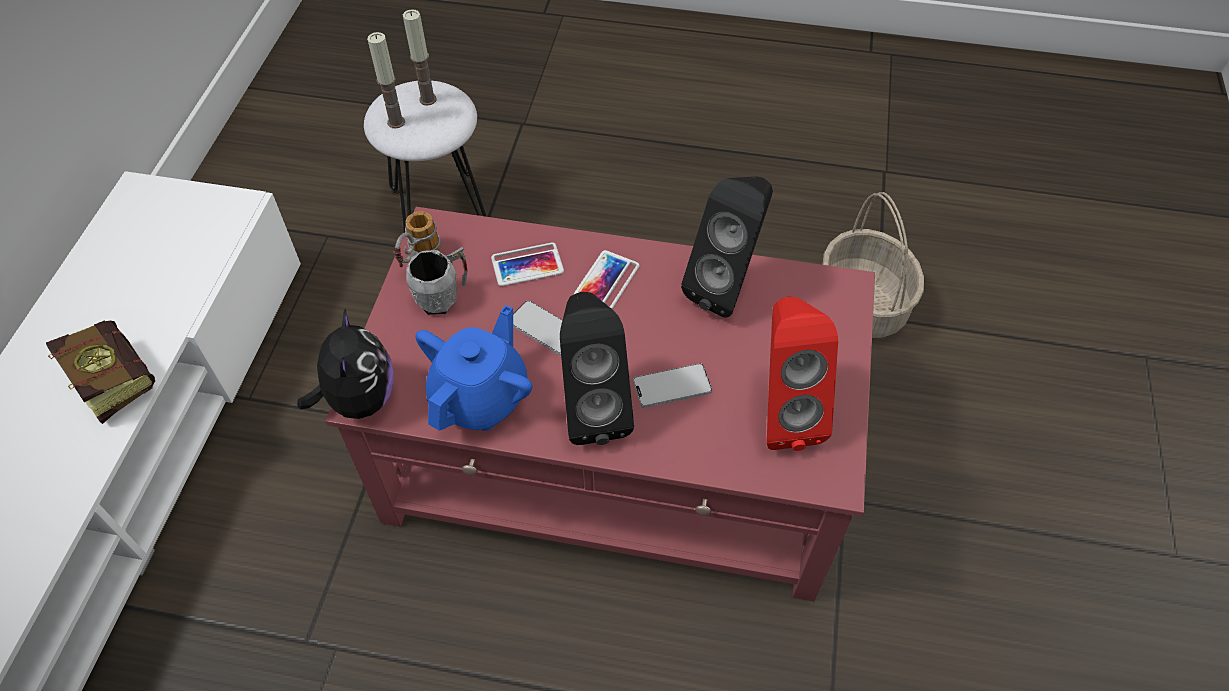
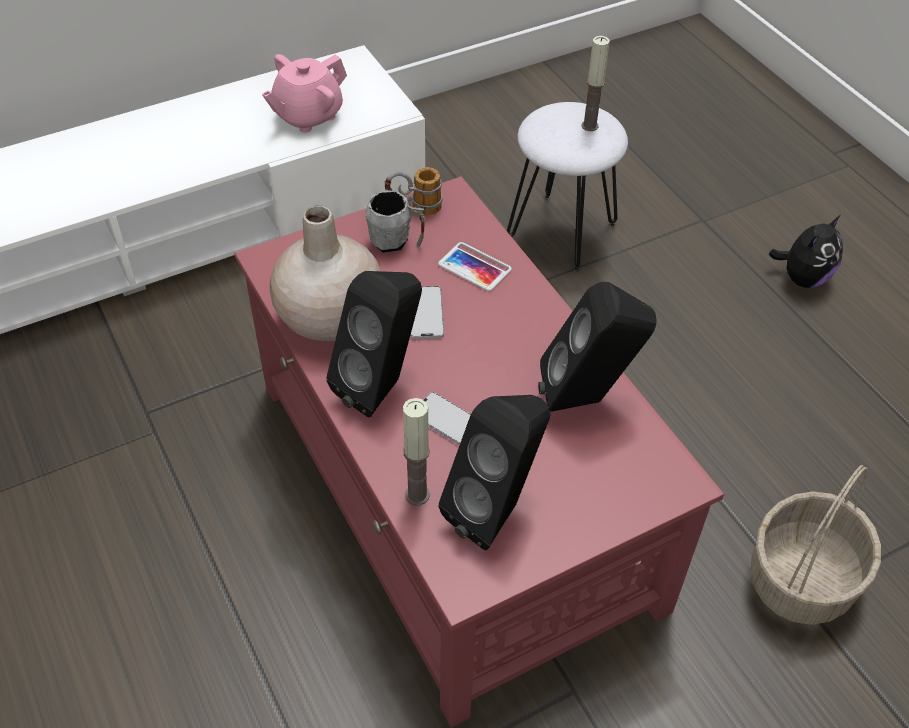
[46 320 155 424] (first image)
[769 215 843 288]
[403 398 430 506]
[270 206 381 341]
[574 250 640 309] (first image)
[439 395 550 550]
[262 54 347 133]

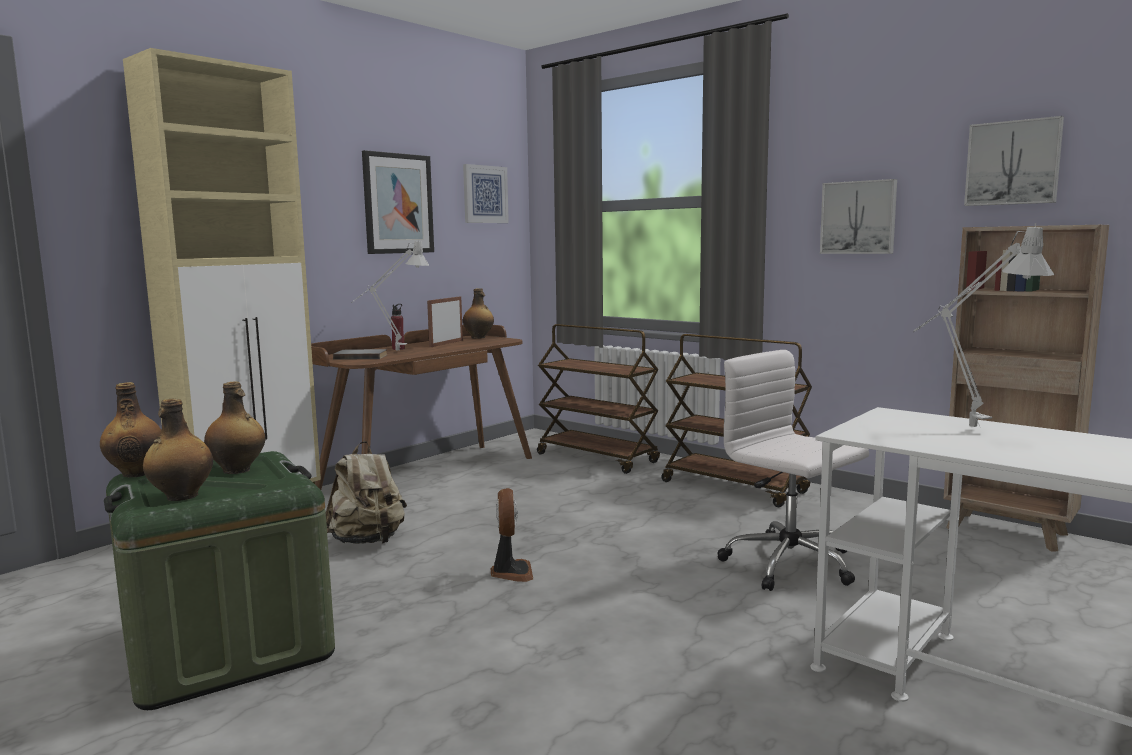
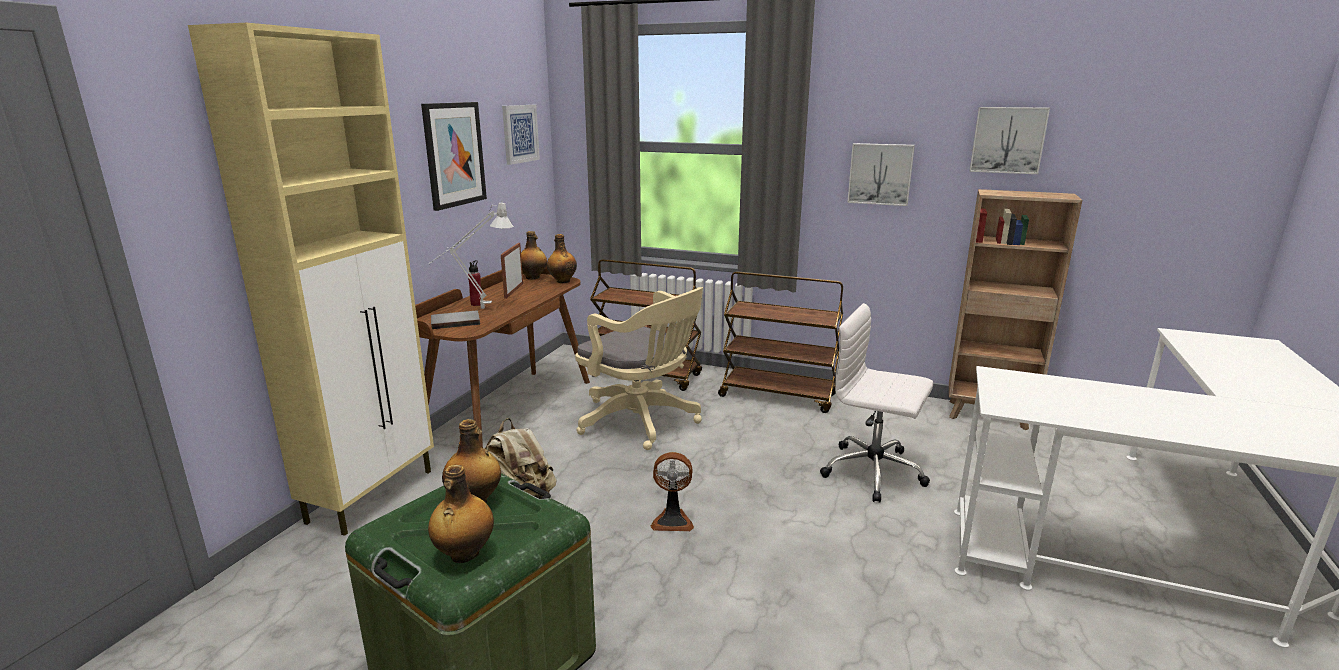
[547 234 577 283]
[651 452 694 531]
[914 223 1054 427] (first image)
[575 287 703 450]

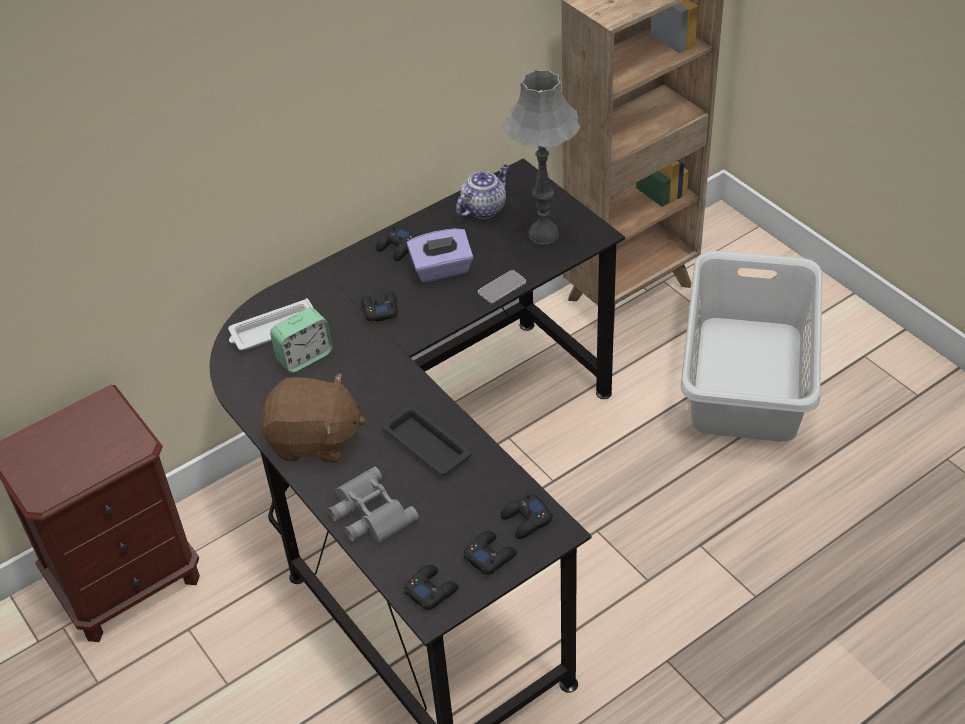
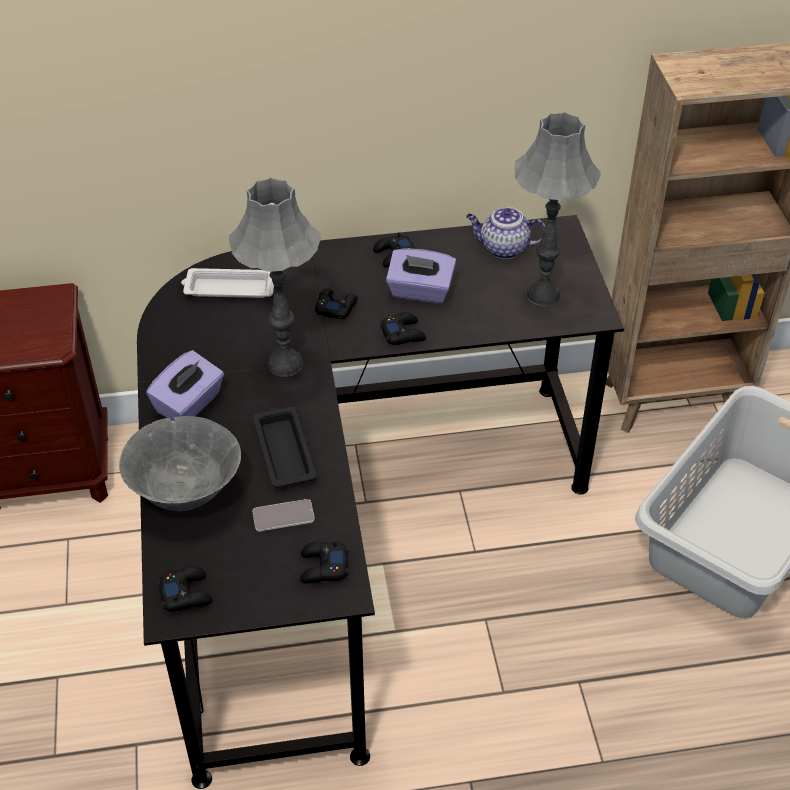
[146 350 224 421]
[270 308 333 373] (first image)
[119 416 241 511]
[466 207 545 259]
[380 312 426 345]
[252 499 315 532]
[229 177 321 377]

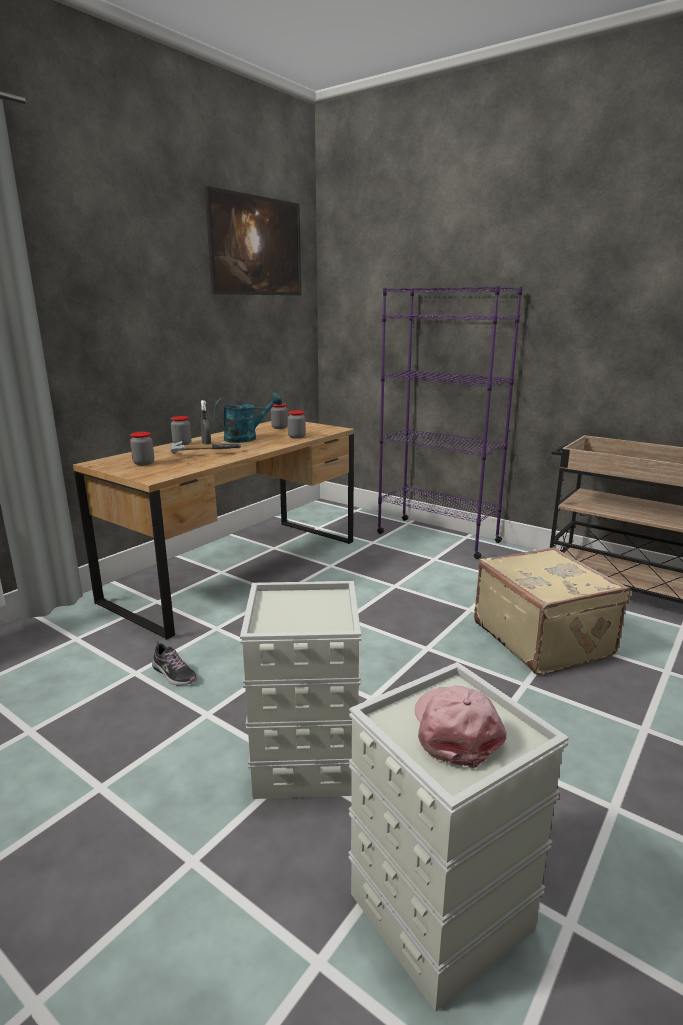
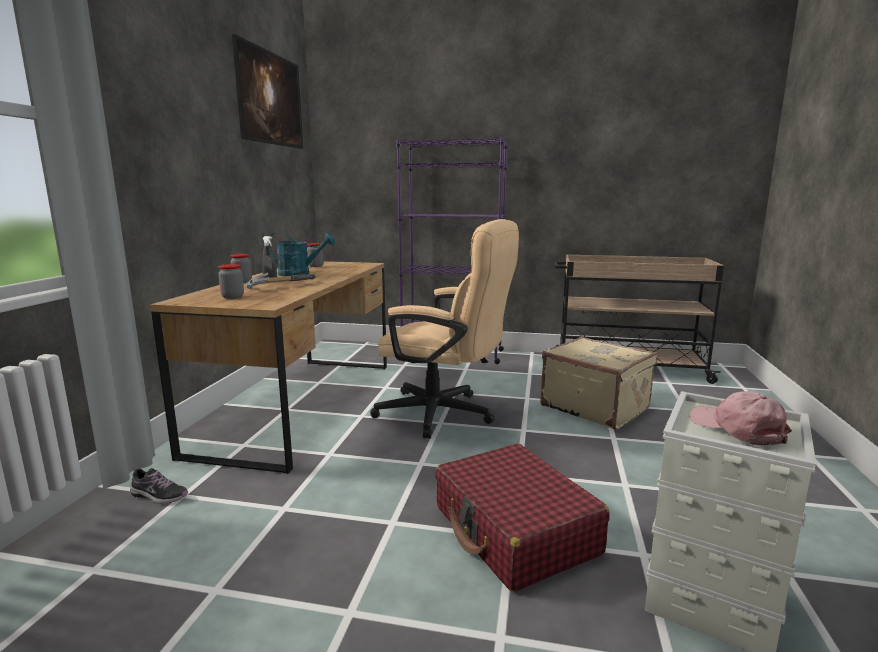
[130 467 188 504]
[269 232 335 277]
[435 444 610 592]
[288 411 306 439] (first image)
[370 219 519 439]

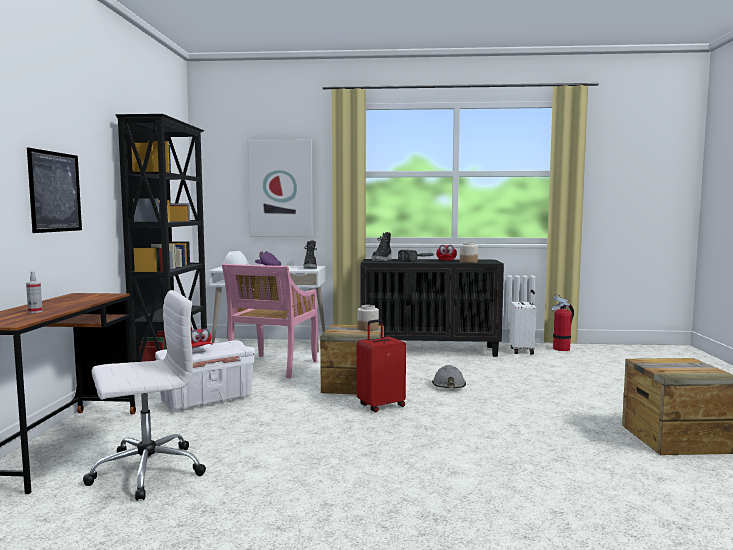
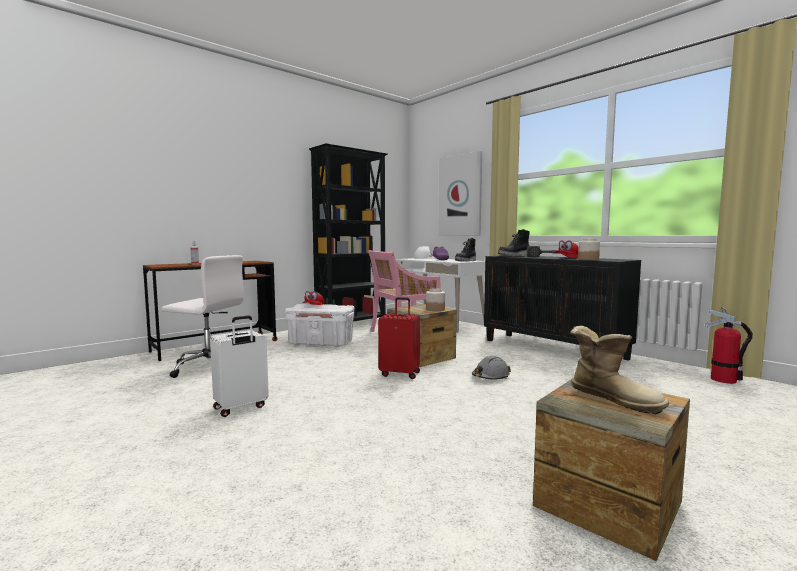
[27 148 82 233] (first image)
[210 315 269 417]
[570 326 669 414]

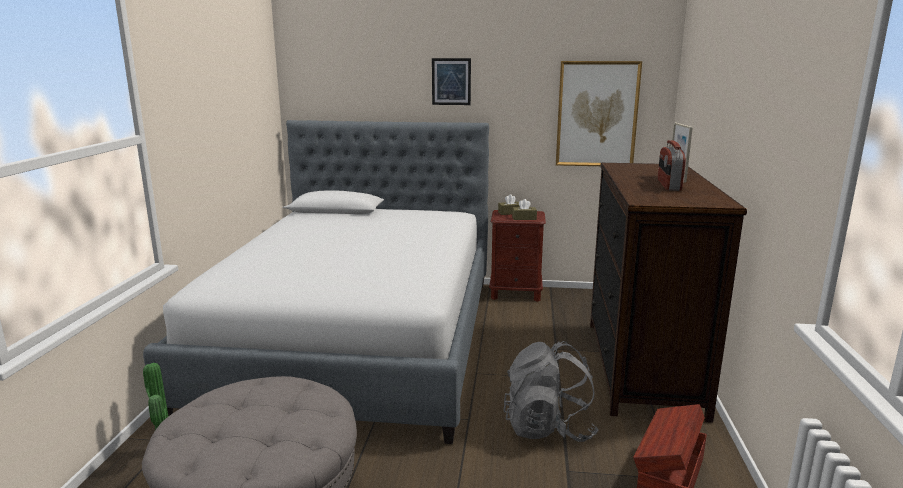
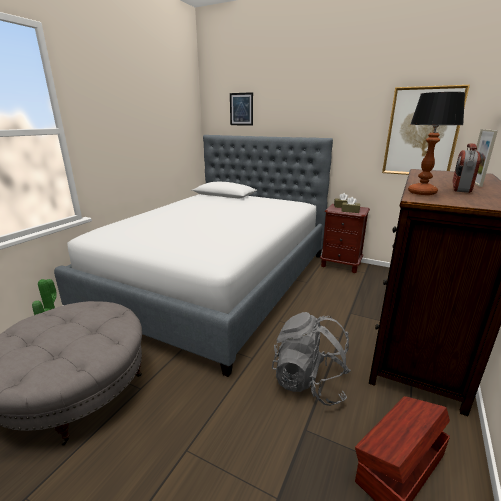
[230 92 253 126]
[408 92 466 195]

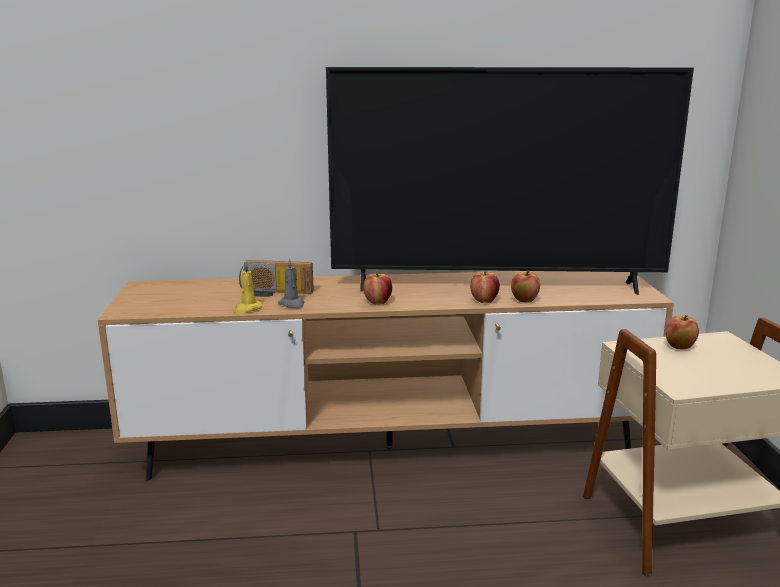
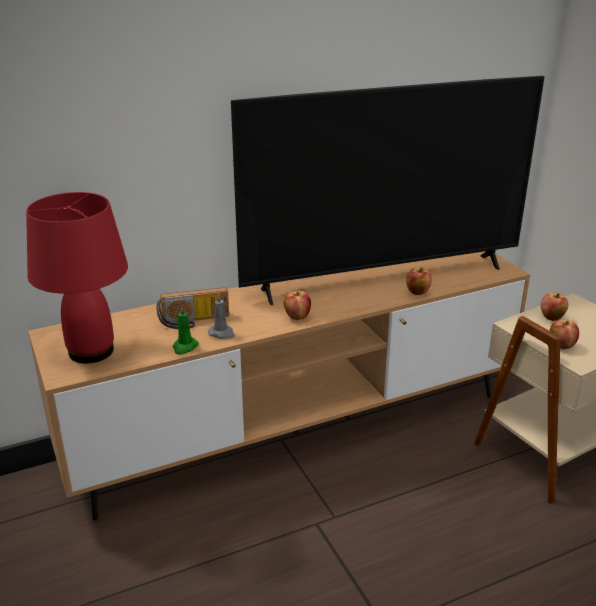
[173 306 199 355]
[549 320 579 350]
[26 192 128 363]

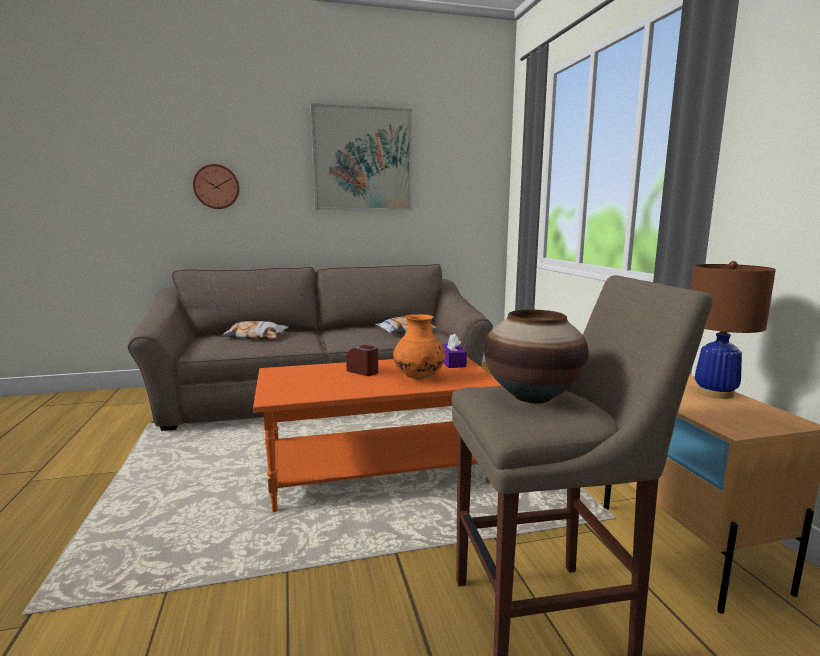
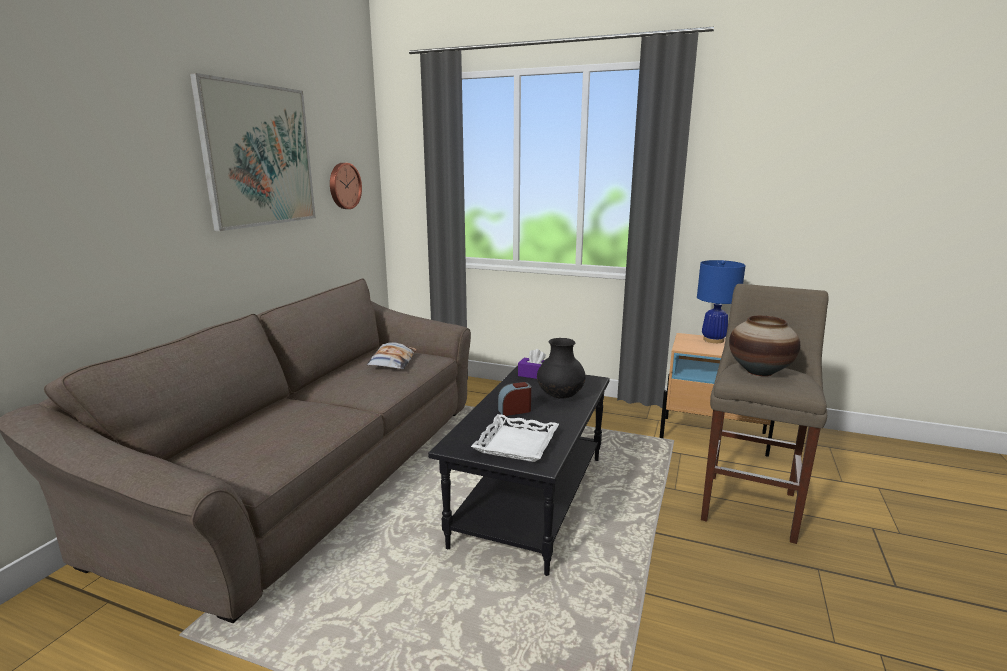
[330 163 362 209]
[220 321 289 339] (first image)
[428 366 610 576]
[537 338 586 399]
[697 260 746 343]
[471 414 559 462]

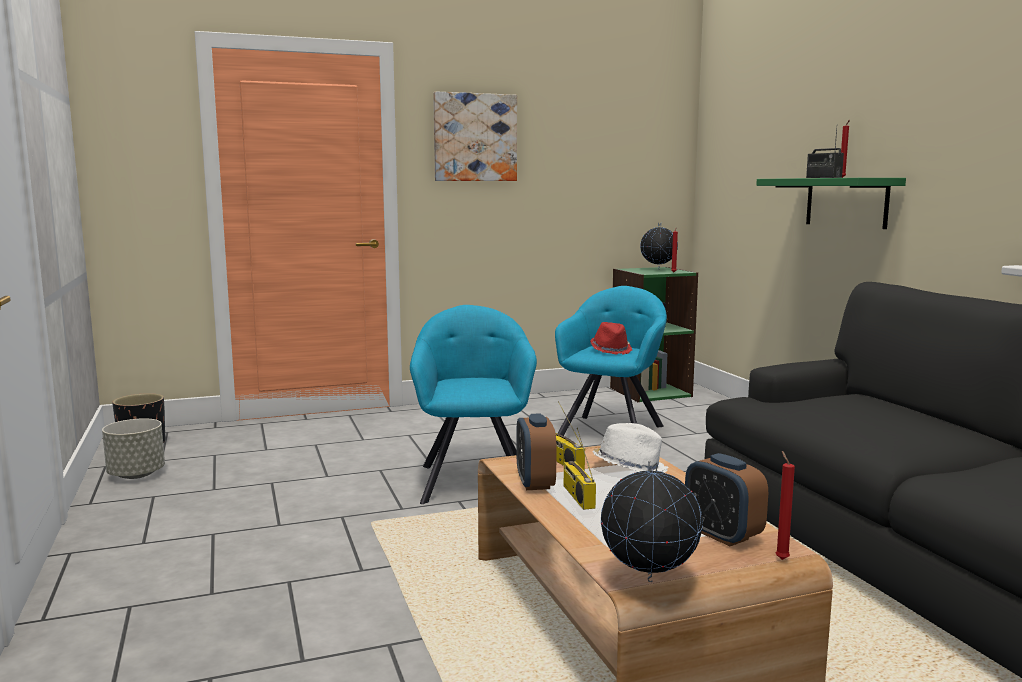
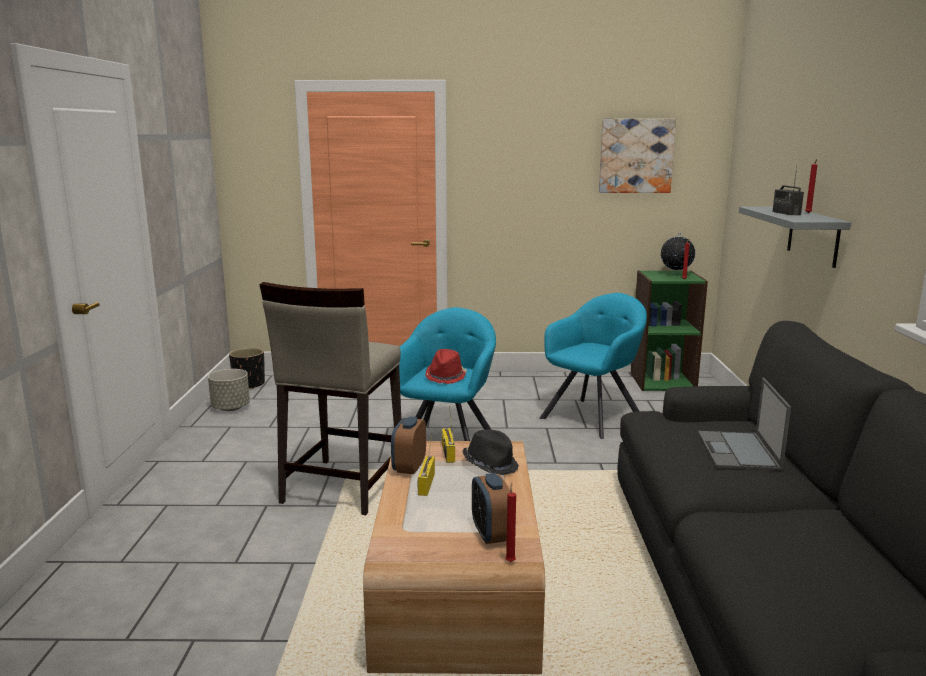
[599 119 676 193]
[425 349 467 384]
[463 429 519 475]
[601 461 703 582] (first image)
[739 207 851 268]
[260 282 401 515]
[698 378 791 470]

